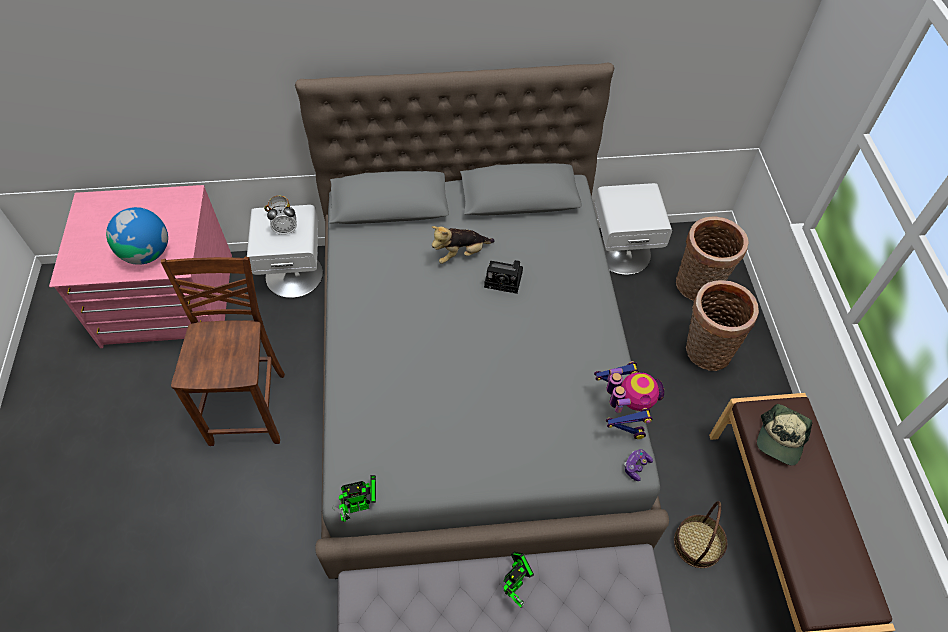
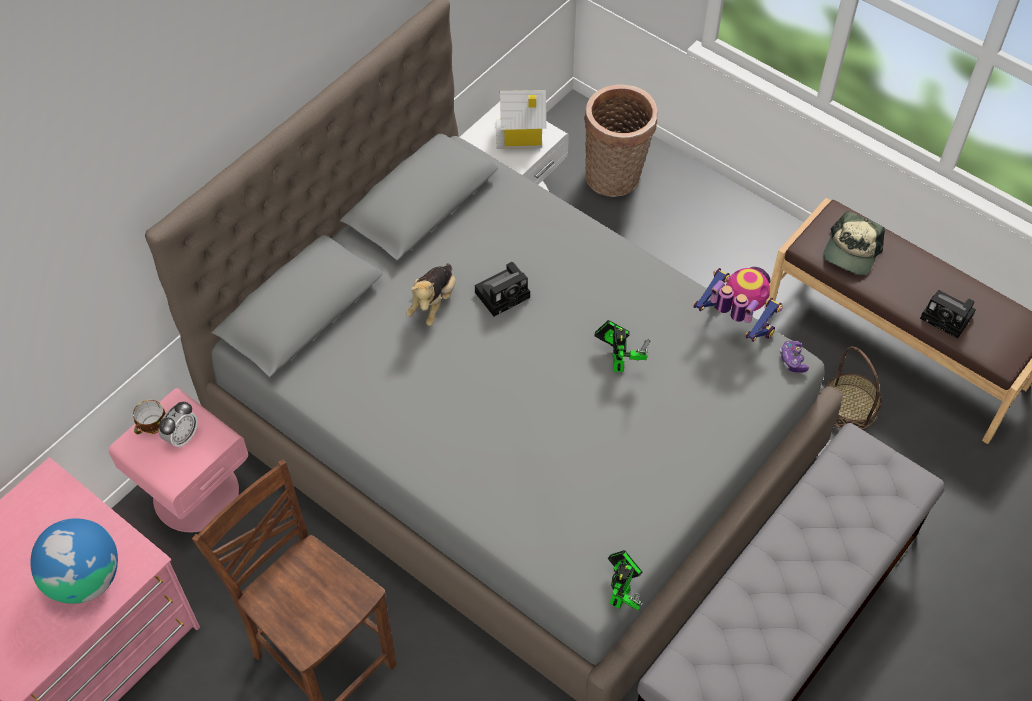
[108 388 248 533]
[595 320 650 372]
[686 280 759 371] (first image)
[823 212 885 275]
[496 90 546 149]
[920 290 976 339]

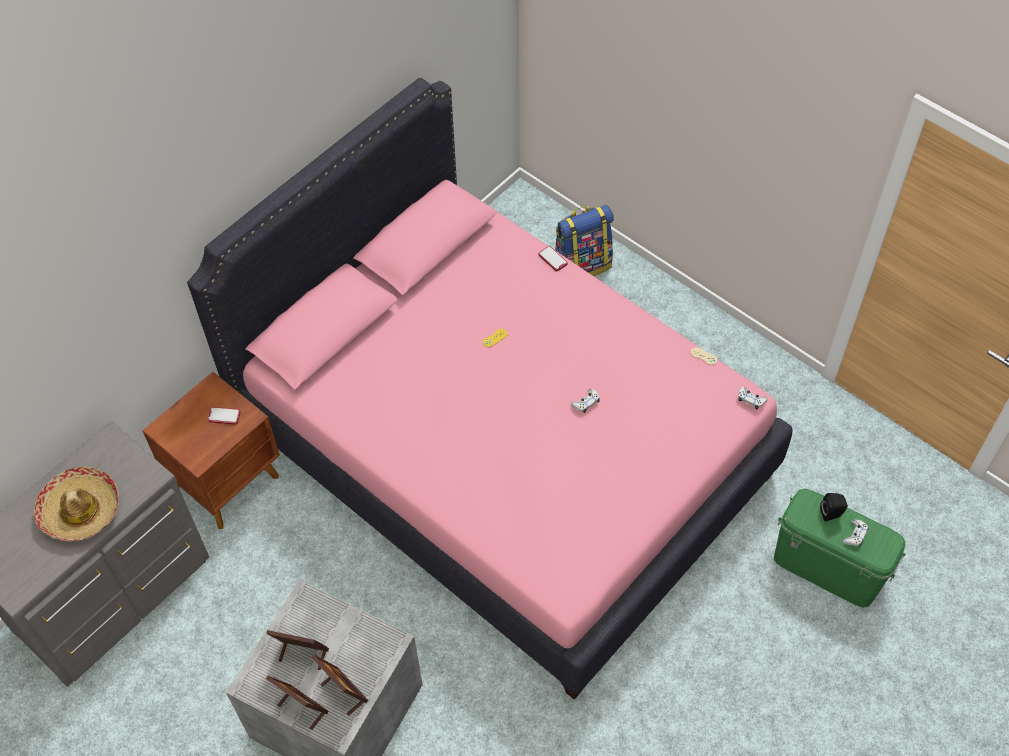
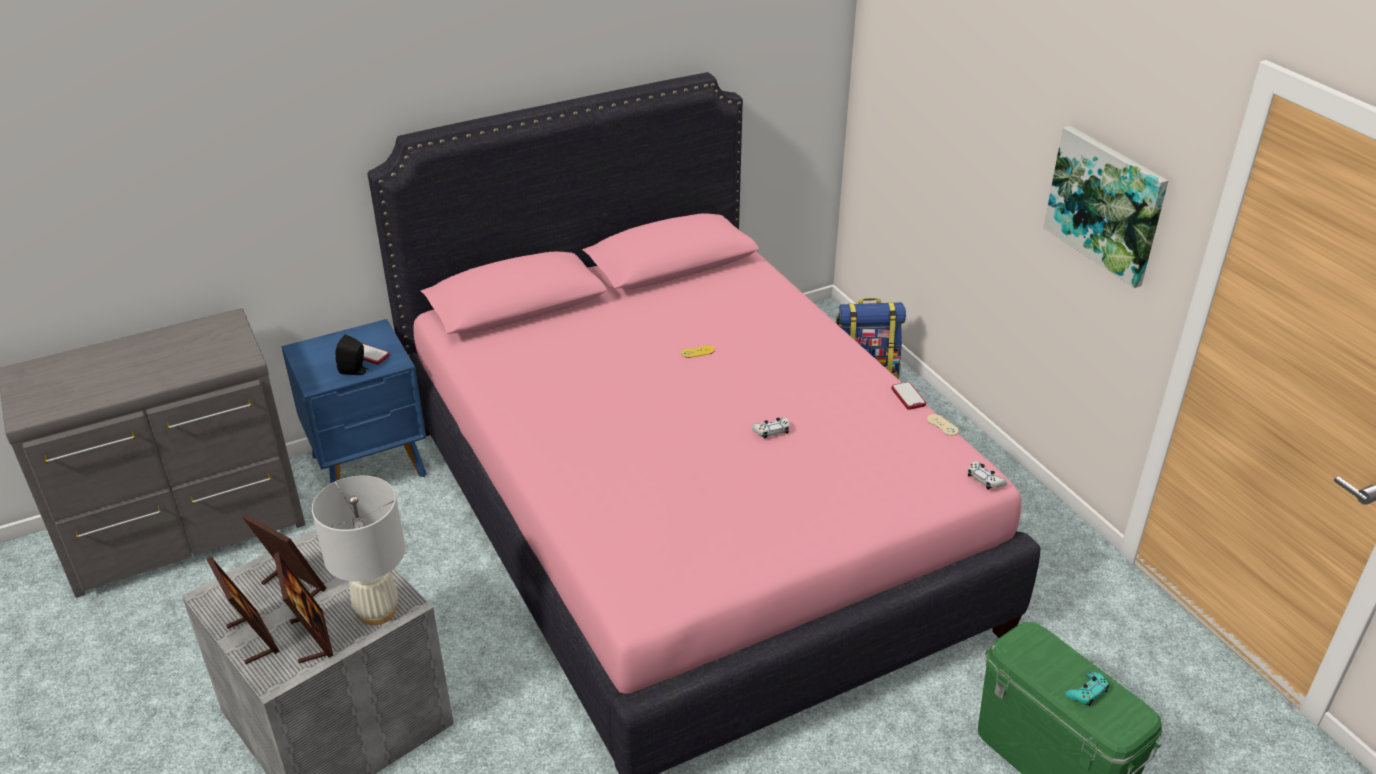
[34 467 119 541] (first image)
[282 319 427 483]
[891 382 926 410]
[335 335 367 375]
[1065 672 1109 706]
[312 475 405 625]
[1043 126 1168 288]

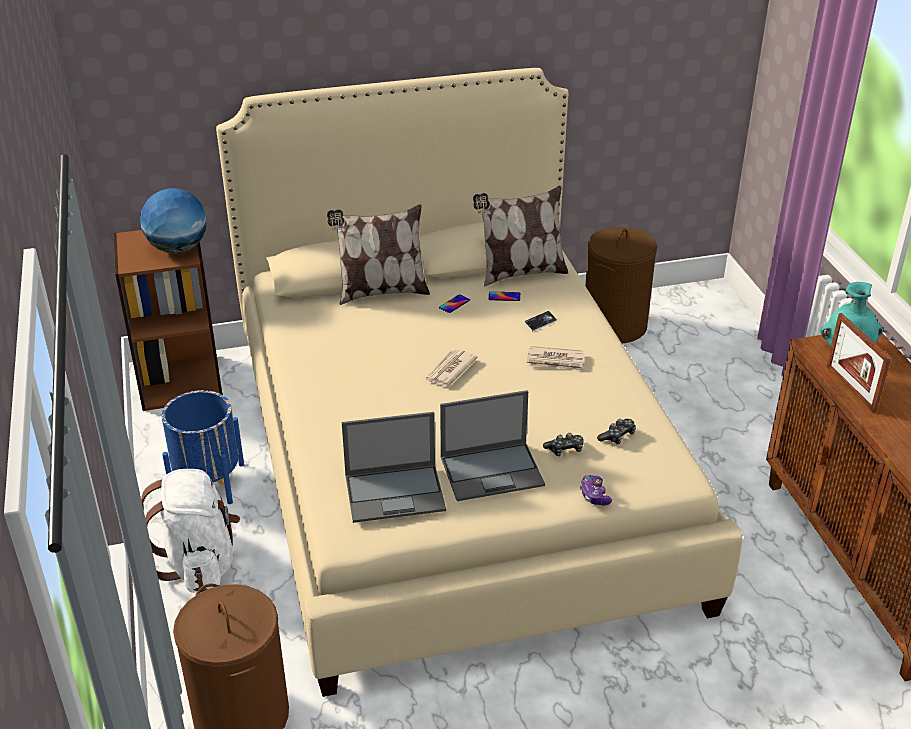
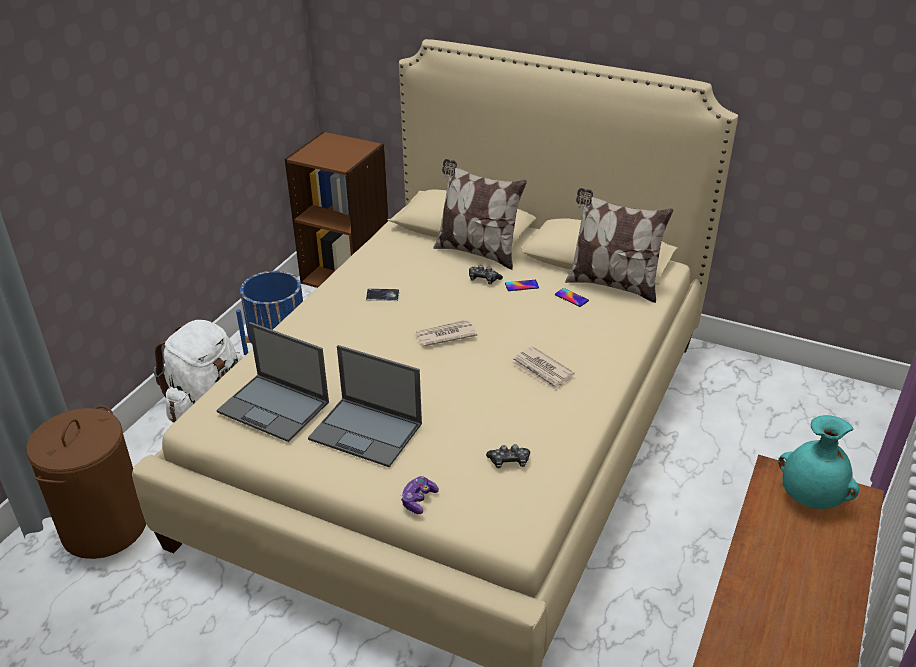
[140 188 207 253] (first image)
[366 288 399 301]
[469 265 503 284]
[585 227 657 343] (first image)
[826 313 891 413] (first image)

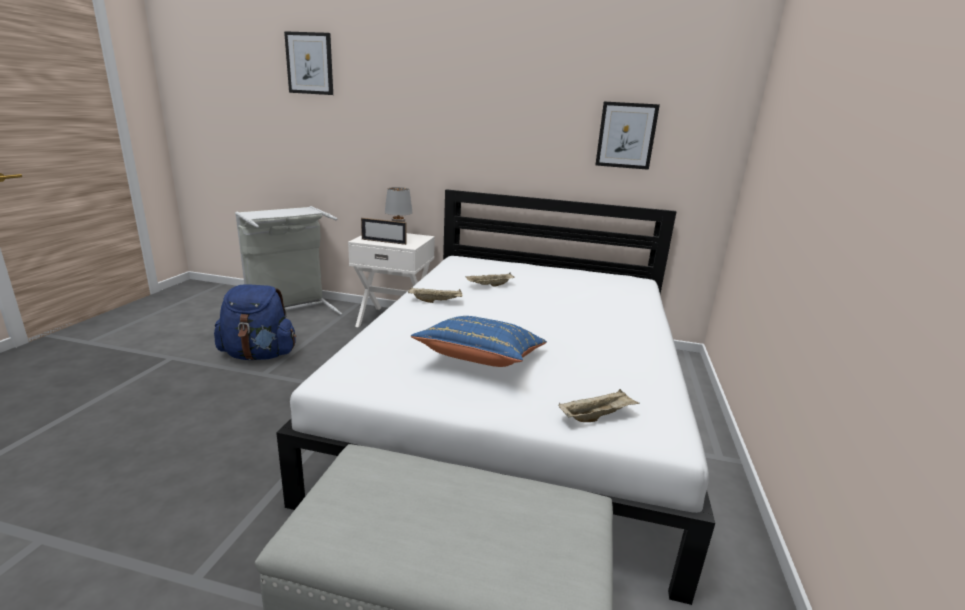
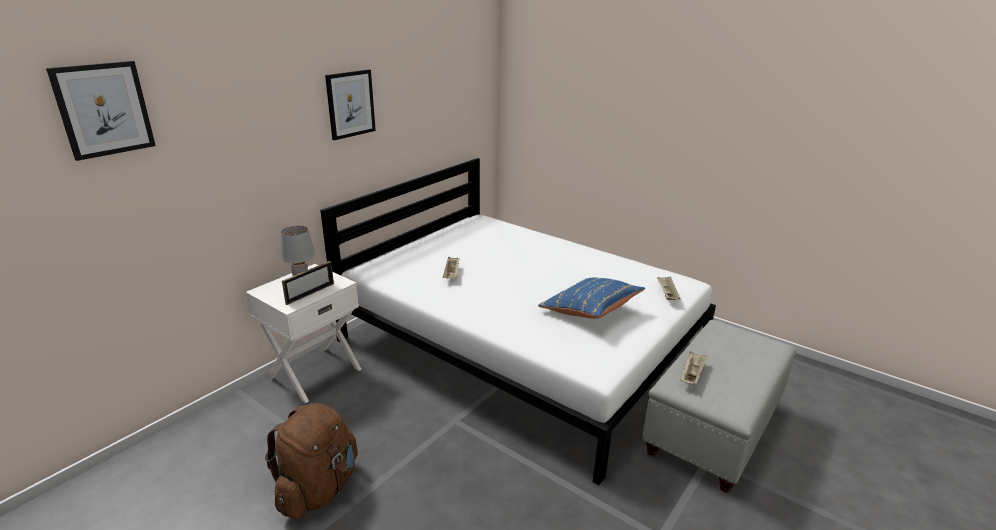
[265 403 358 519]
[235 206 342 315] (first image)
[680 352 708 385]
[325 69 376 140]

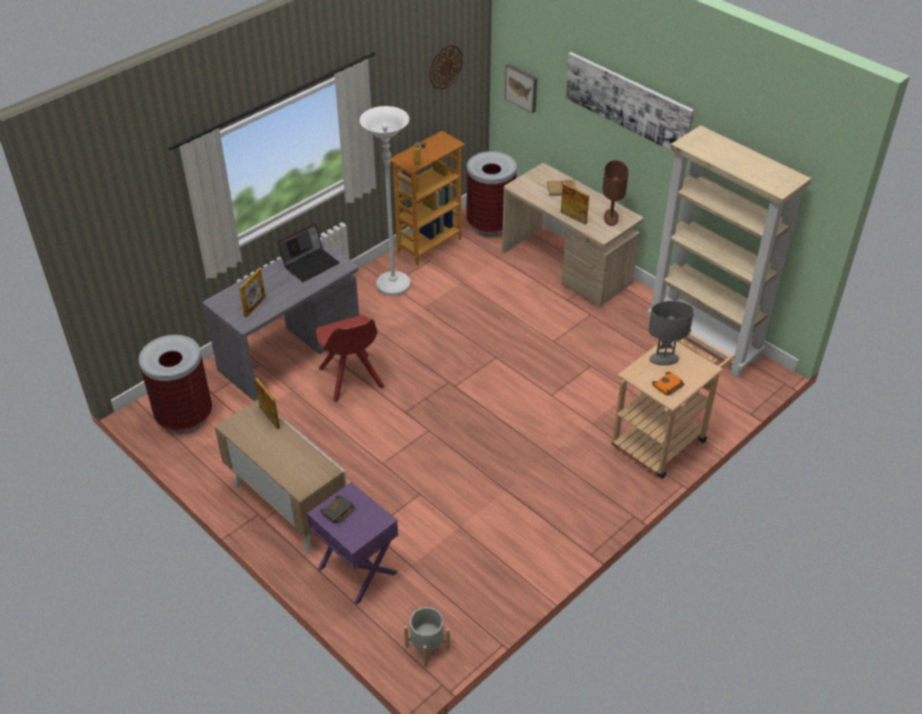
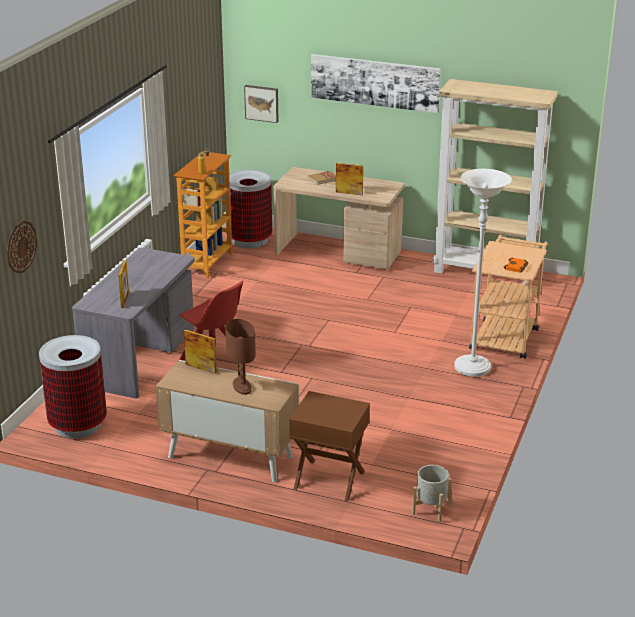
[278 224 339 282] (first image)
[289 391 370 502]
[320 495 355 524] (first image)
[454 169 512 377]
[7 221 37 273]
[225 319 256 395]
[649 301 694 365] (first image)

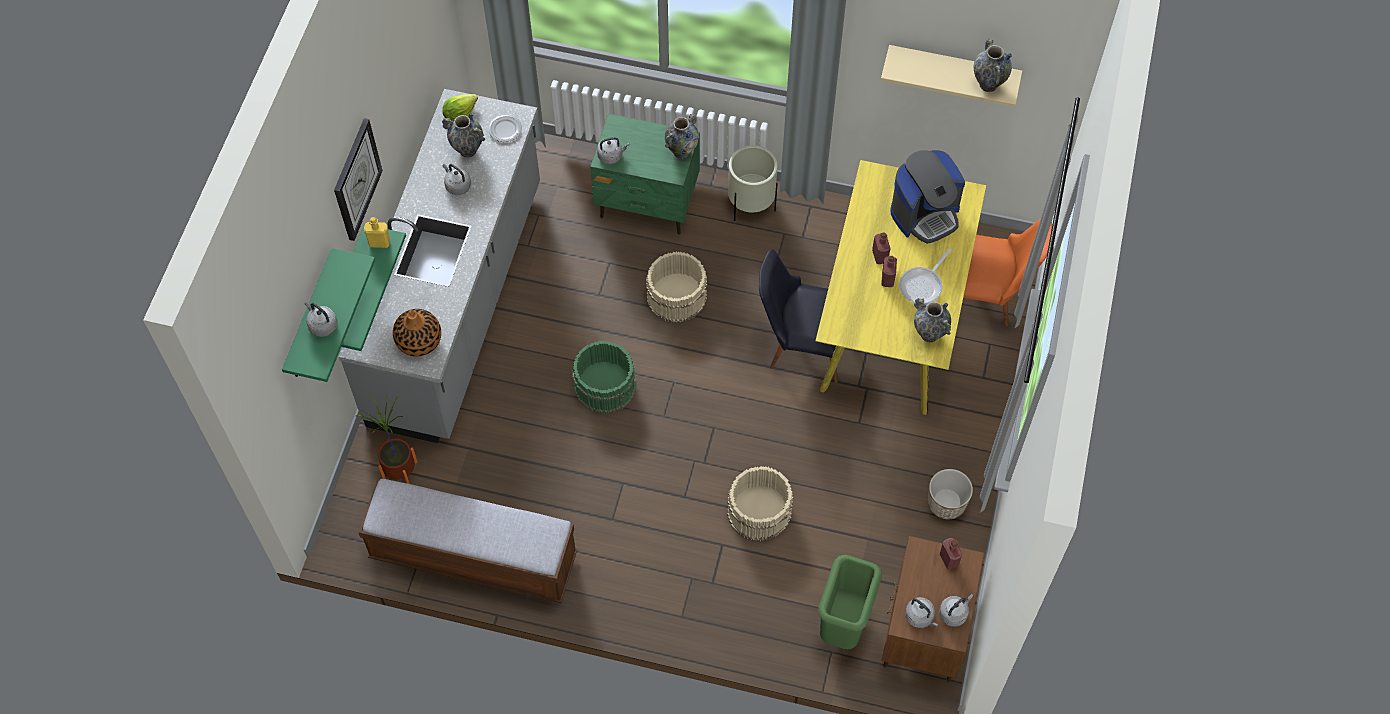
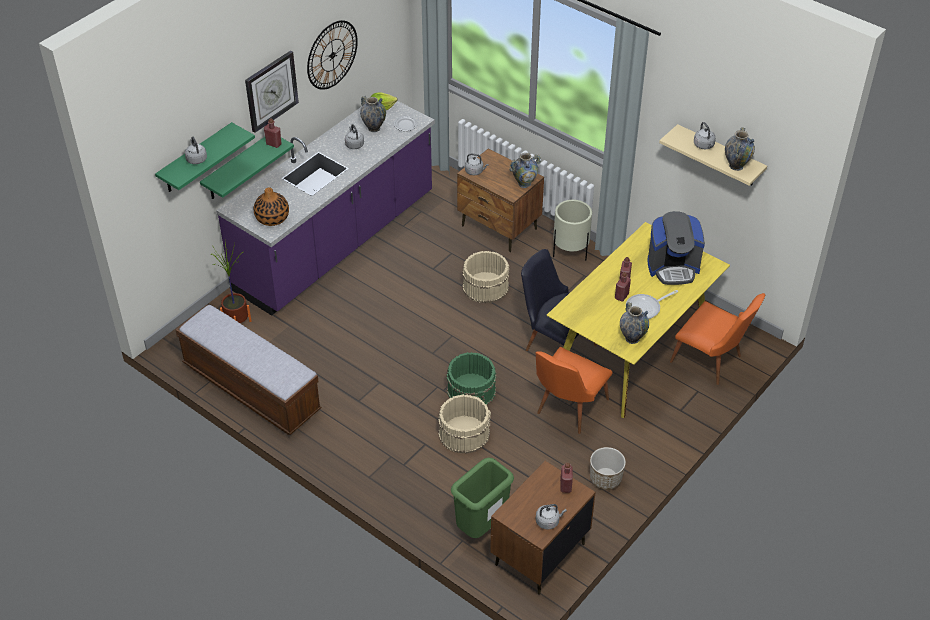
[216 101 435 316]
[264 118 282 148]
[447 352 497 406]
[457 148 544 252]
[694 122 716 149]
[307 20 358 90]
[536 347 613 434]

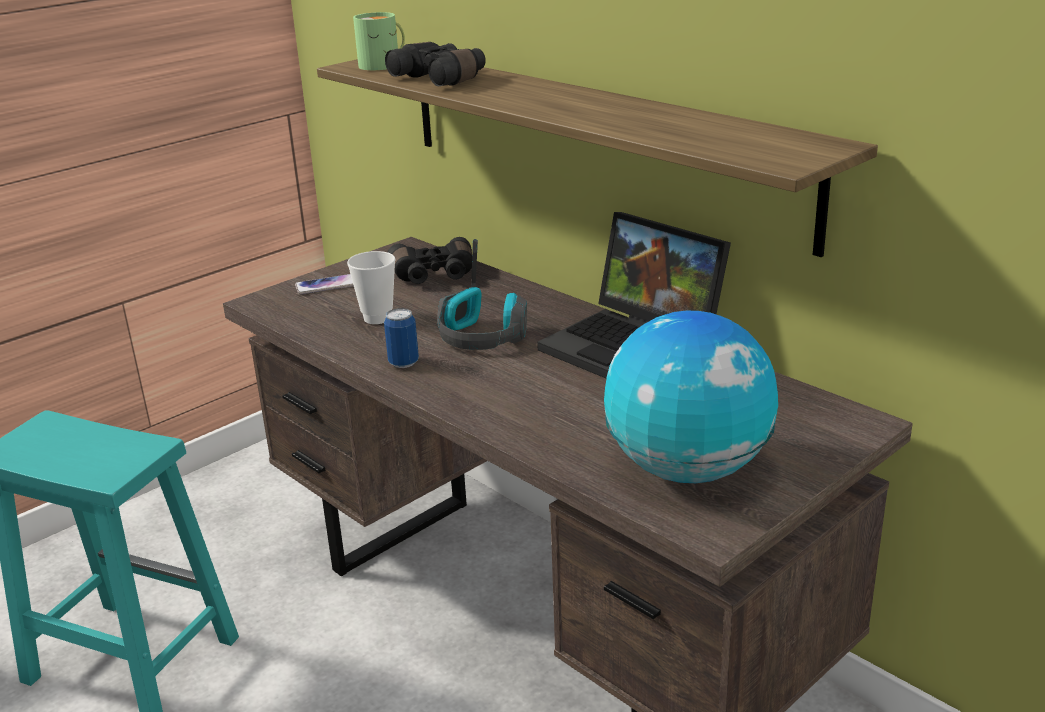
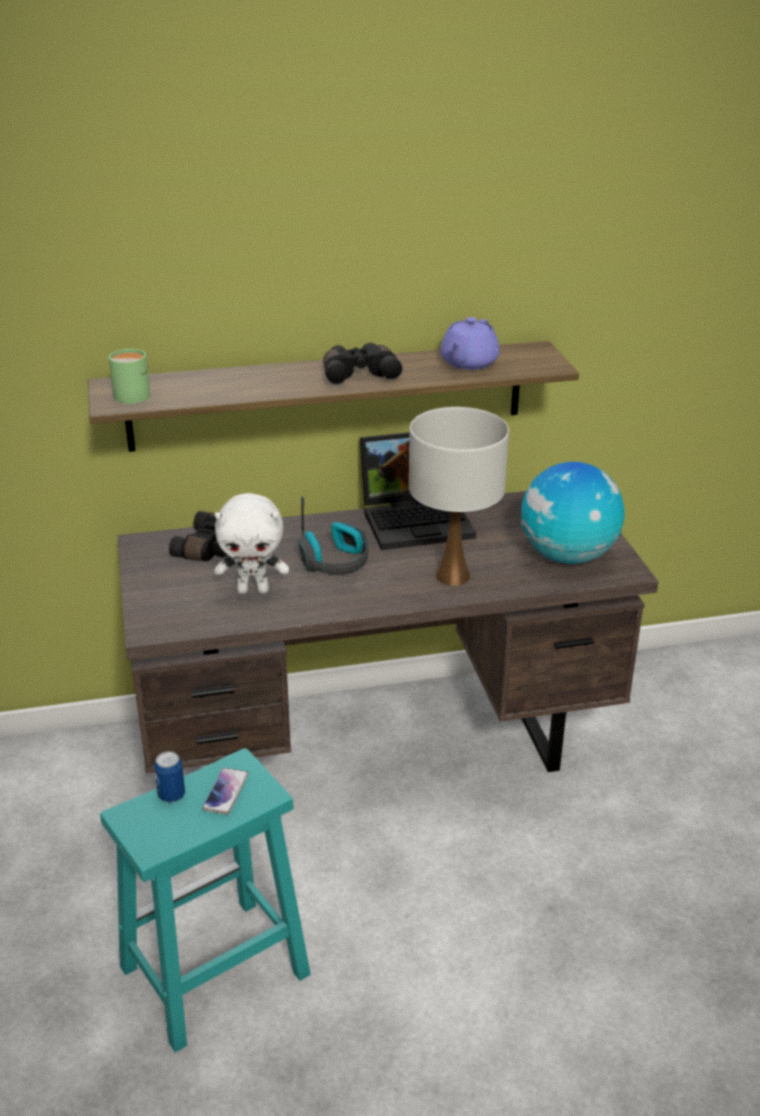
[202 768 249 814]
[214 493 289 594]
[154 751 185 802]
[323 343 402 384]
[409 407 509 586]
[440 317 500 370]

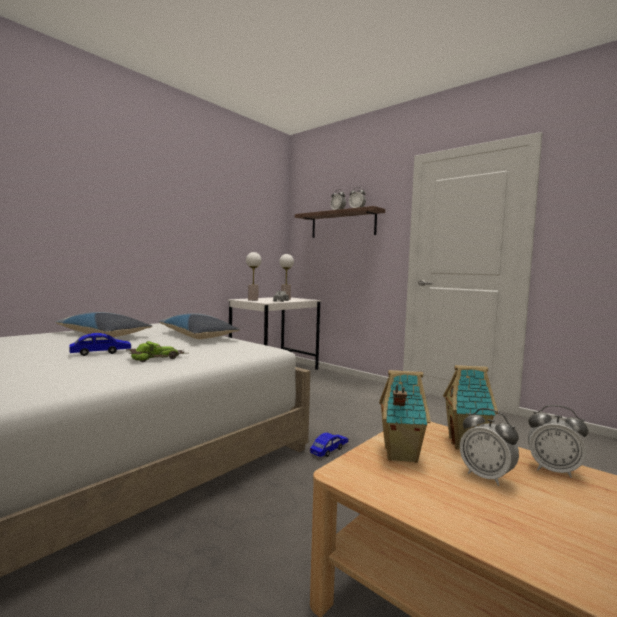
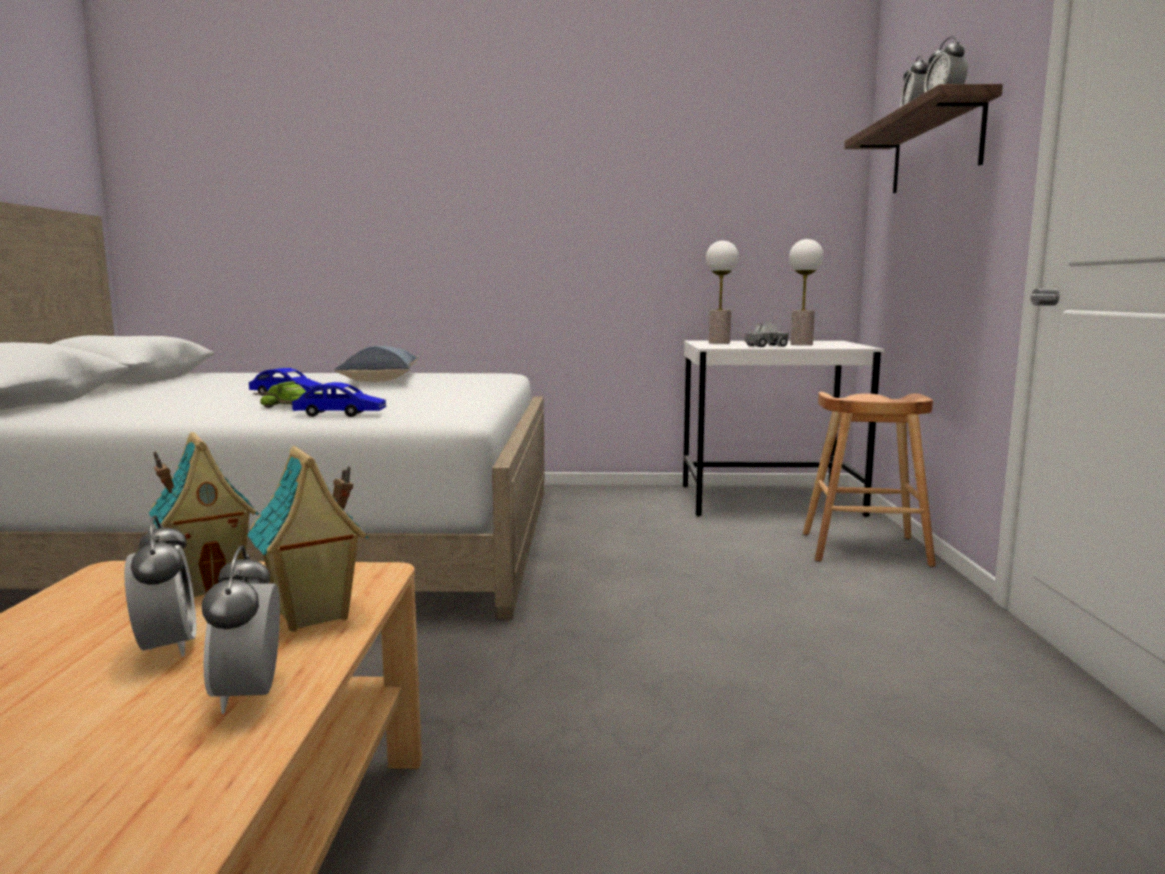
[159 313 240 339] (first image)
[292 382 386 417]
[124 515 196 657]
[803 392 936 567]

